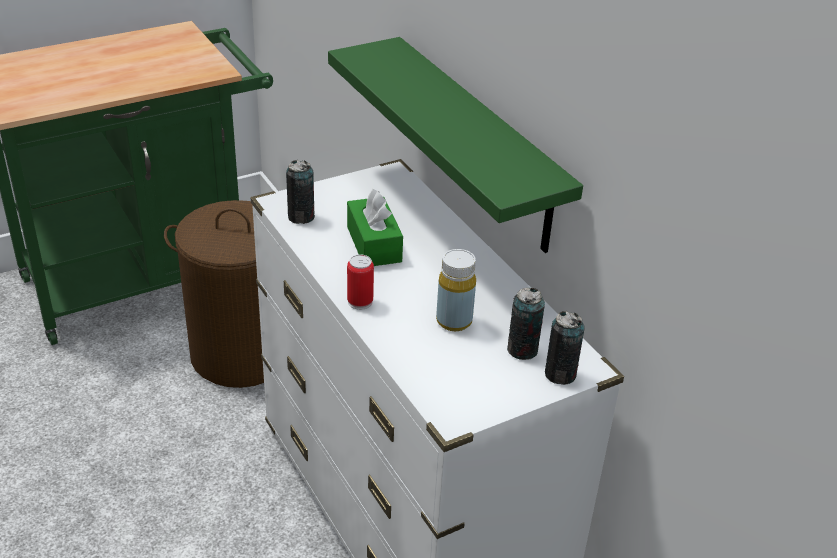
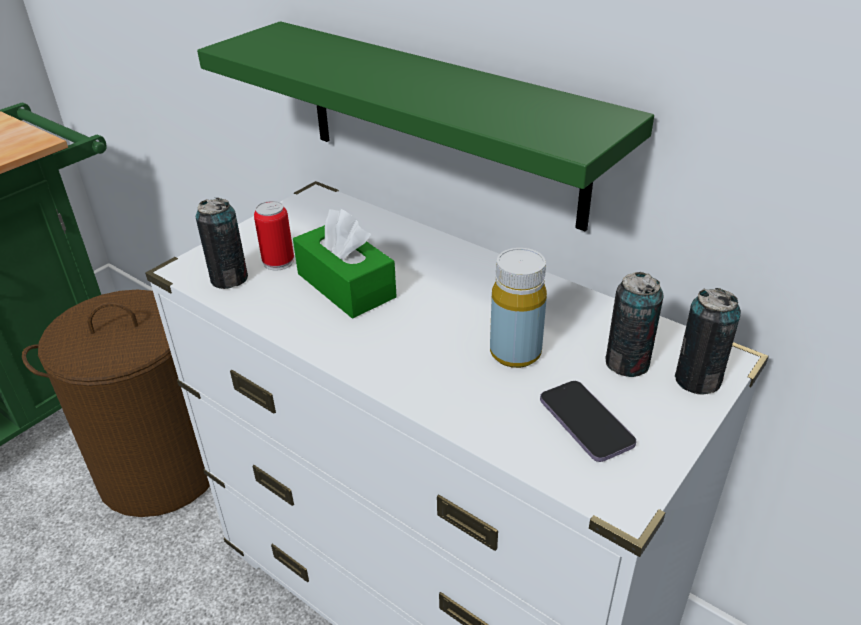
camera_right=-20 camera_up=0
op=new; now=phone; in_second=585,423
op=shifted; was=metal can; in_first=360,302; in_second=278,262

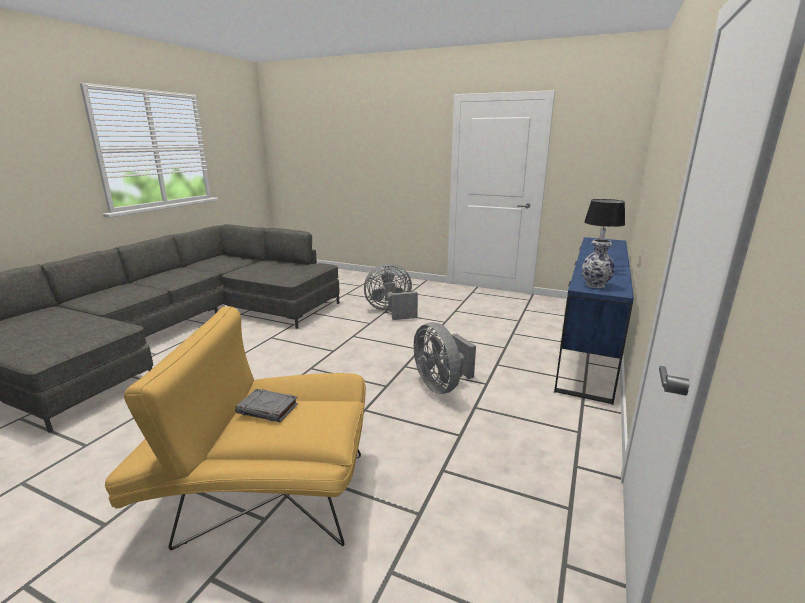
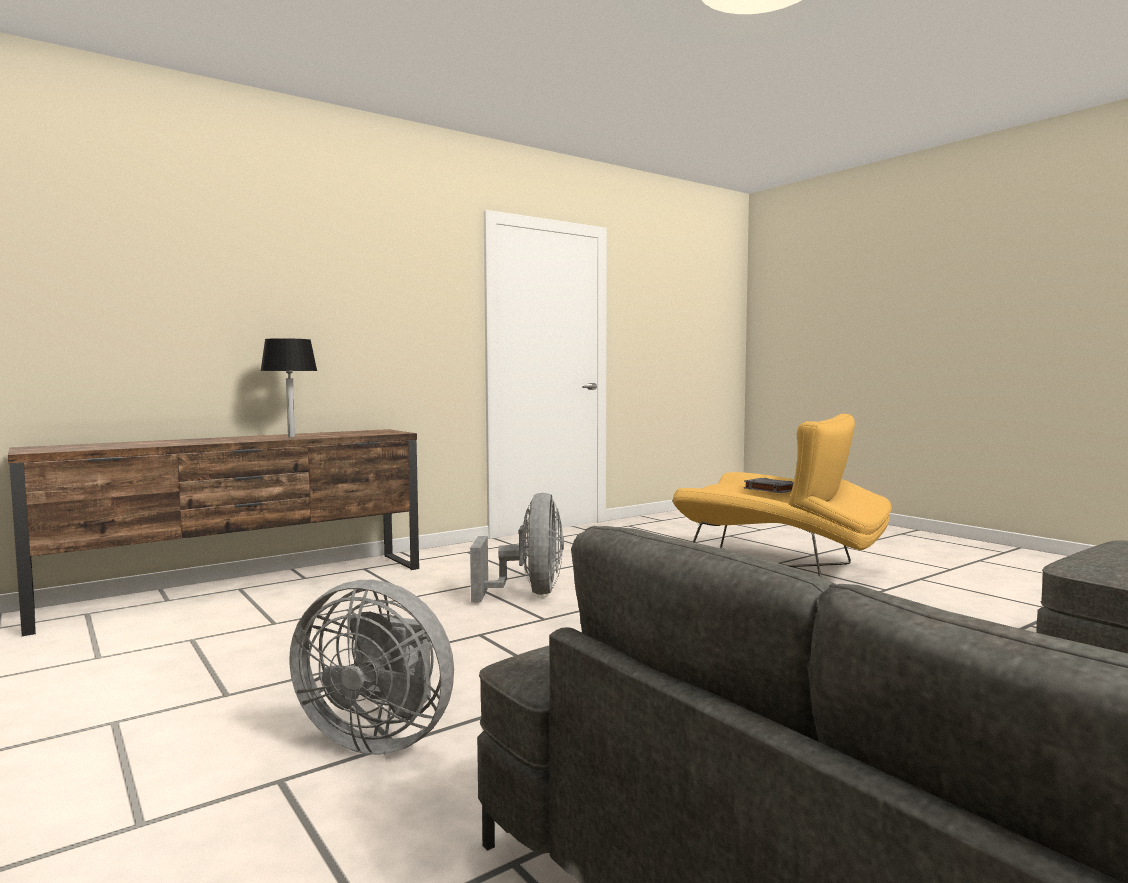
camera_right=-150 camera_up=-15
op=gone; was=decorative vase; in_first=595,285
op=repainted; was=blue-coloured media console; now=brownish media console; in_first=588,346; in_second=242,588

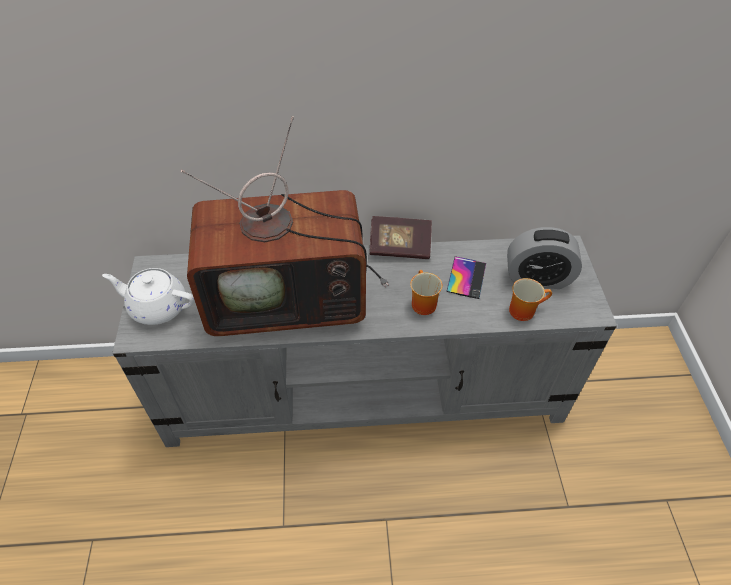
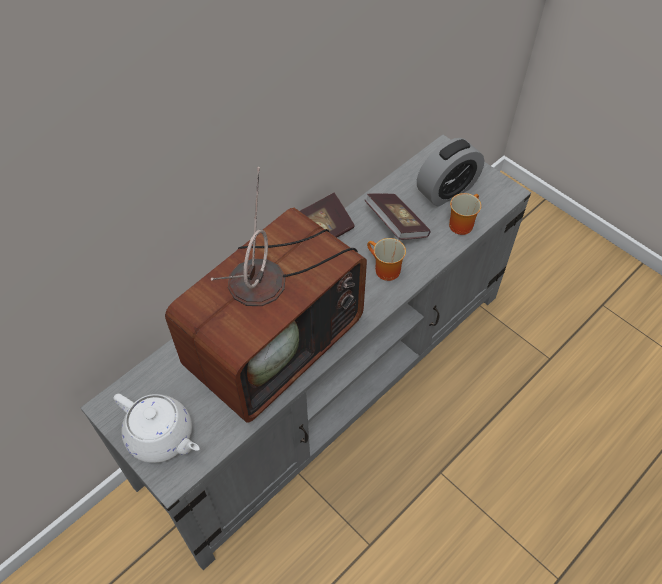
camera_right=-40 camera_up=5
op=swapped; was=phone; now=bound book; in_first=466,277; in_second=396,225
op=rotated; was=white tea pot; in_first=157,307; in_second=161,436; clockwise=-120

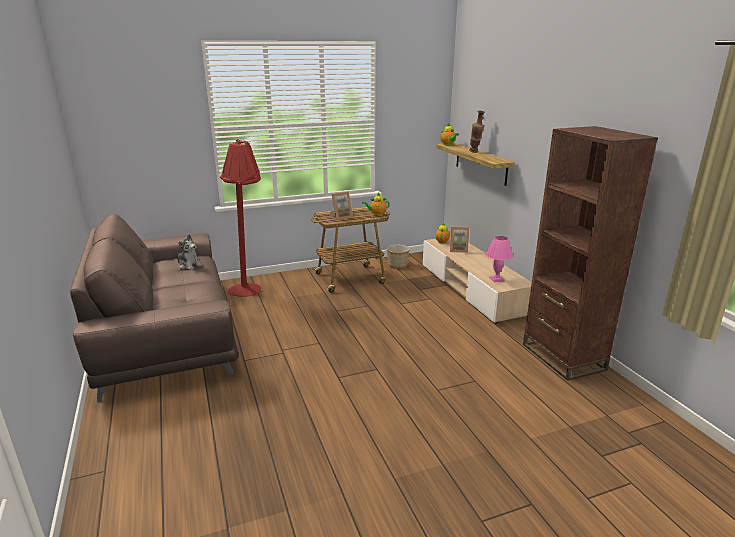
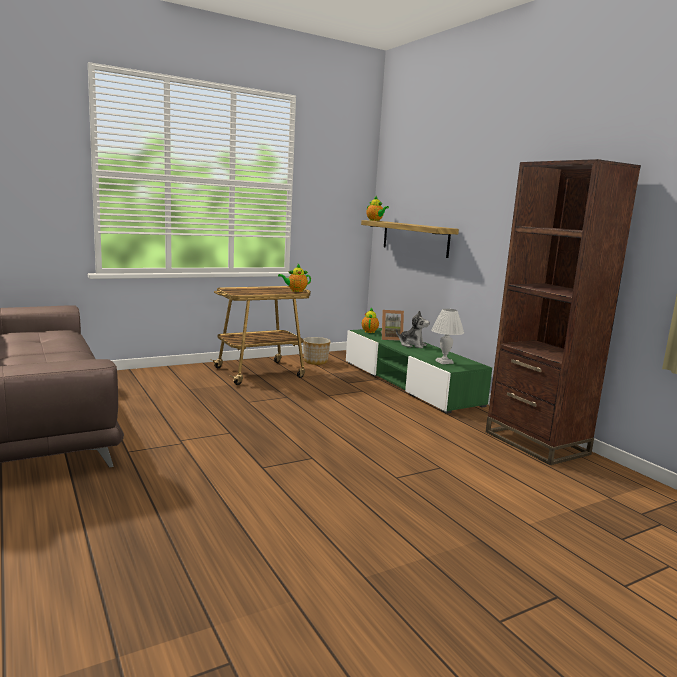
camera_right=-10 camera_up=-10
op=gone; was=red-coloured floor lamp; in_first=249,293
op=gone; was=picture frame; in_first=341,217
op=gone; was=decorative vase; in_first=475,152
op=shifted; was=cuddly toy; in_first=189,265; in_second=412,345
op=repainted; was=sand-coloured media console; now=green media console; in_first=472,288; in_second=409,382
op=repainted; was=pink tabletop lamp; now=white tabletop lamp; in_first=496,279; in_second=444,362

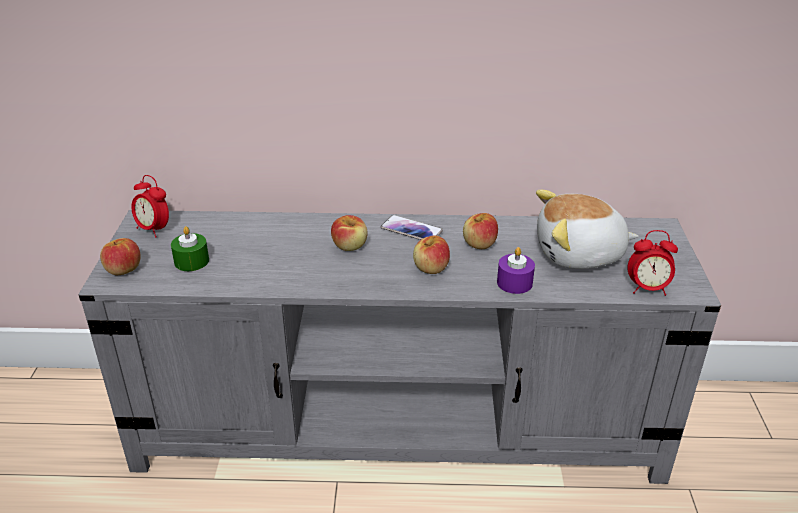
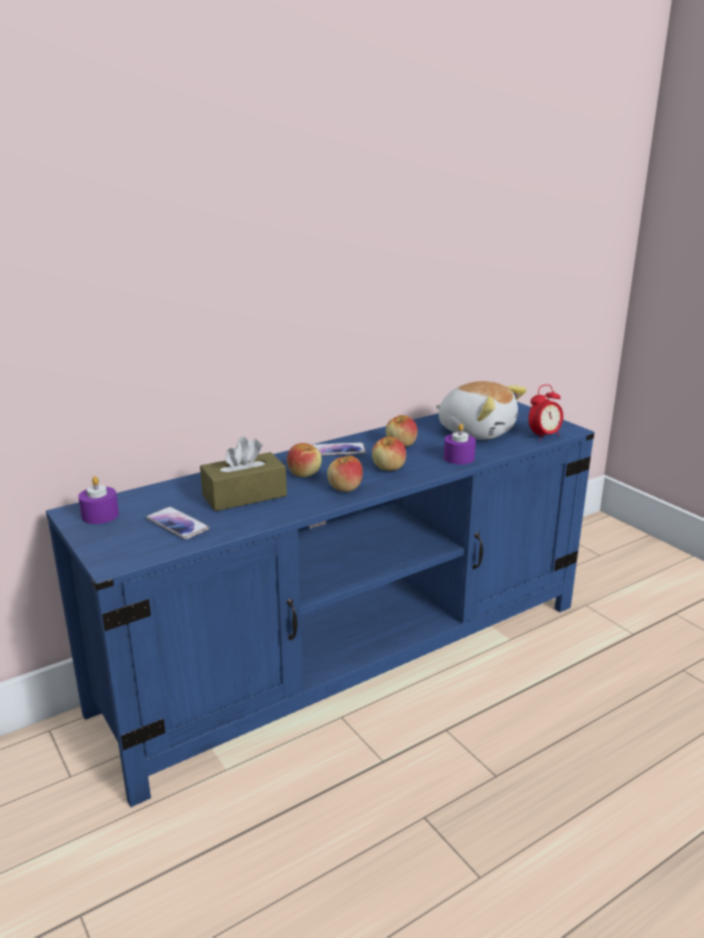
camera_right=-35 camera_up=-10
op=new; now=brownish box of tissues; in_second=244,495
op=shifted; was=whole apple; in_first=123,269; in_second=345,488
op=swapped; was=bedside clock; now=purplish wax light; in_first=154,229; in_second=100,515
op=swapped; was=green wax light; now=phone; in_first=191,261; in_second=177,524
op=repainted; was=greyish media console; now=blue-coloured media console; in_first=400,427; in_second=352,655
op=rotated; was=cuddly toy; in_first=579,254; in_second=476,431; clockwise=-105

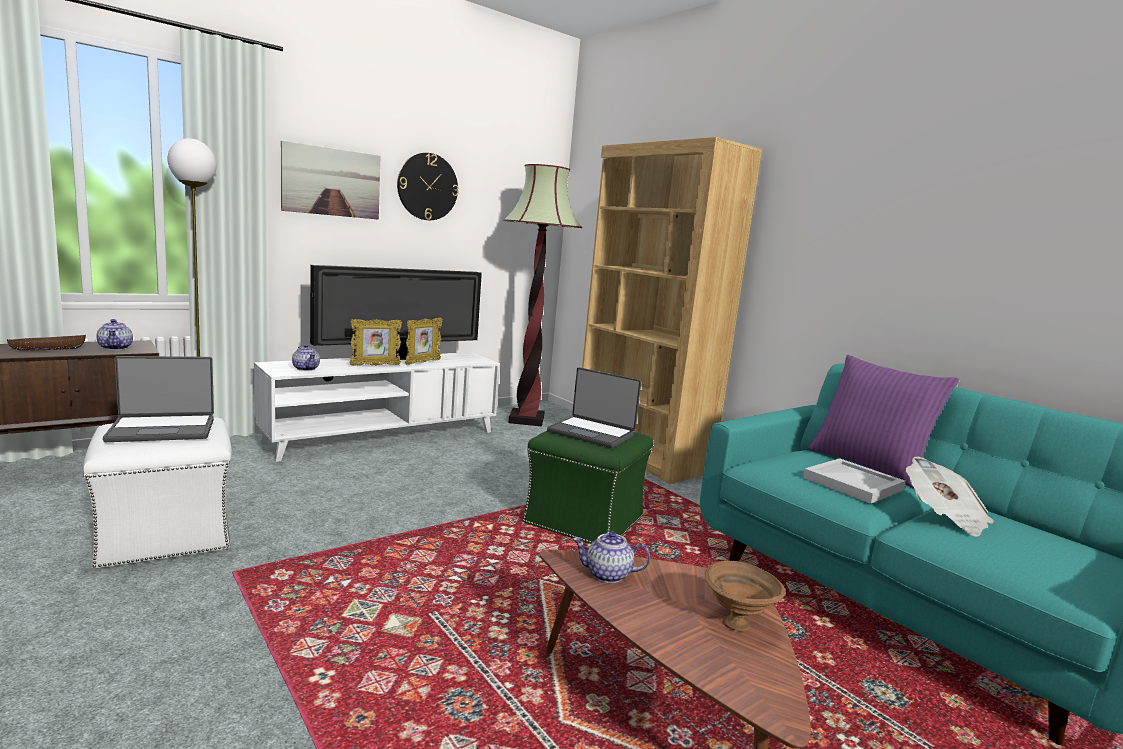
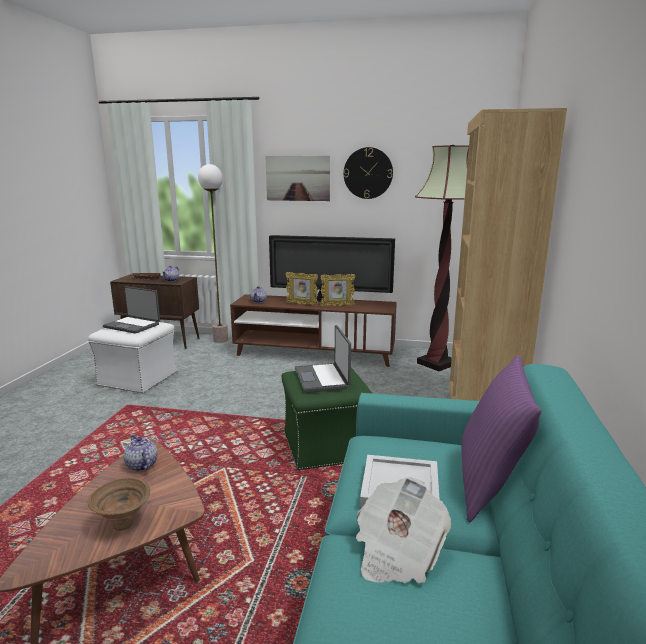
camera_right=50 camera_up=5
op=repainted; was=white media console; now=brownish media console; in_first=383,437; in_second=314,354

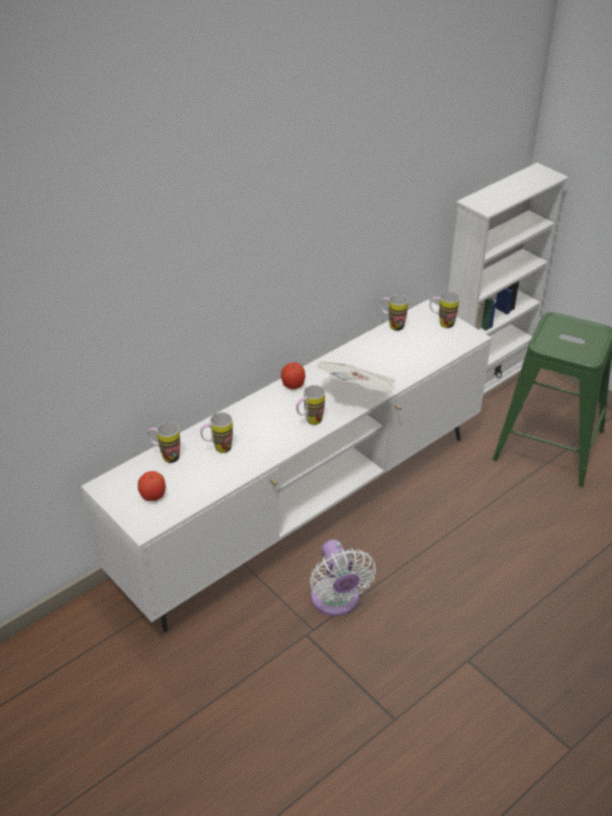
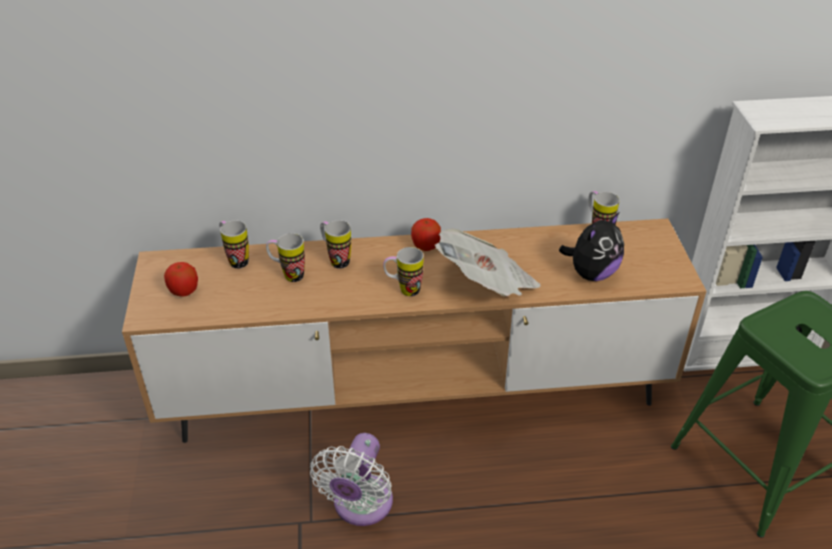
camera_right=35 camera_up=0
op=new; now=cuddly toy; in_second=591,273
op=shifted; was=tea mug; in_first=442,323; in_second=336,259
op=repainted; was=white media console; now=brownish media console; in_first=304,510; in_second=415,394

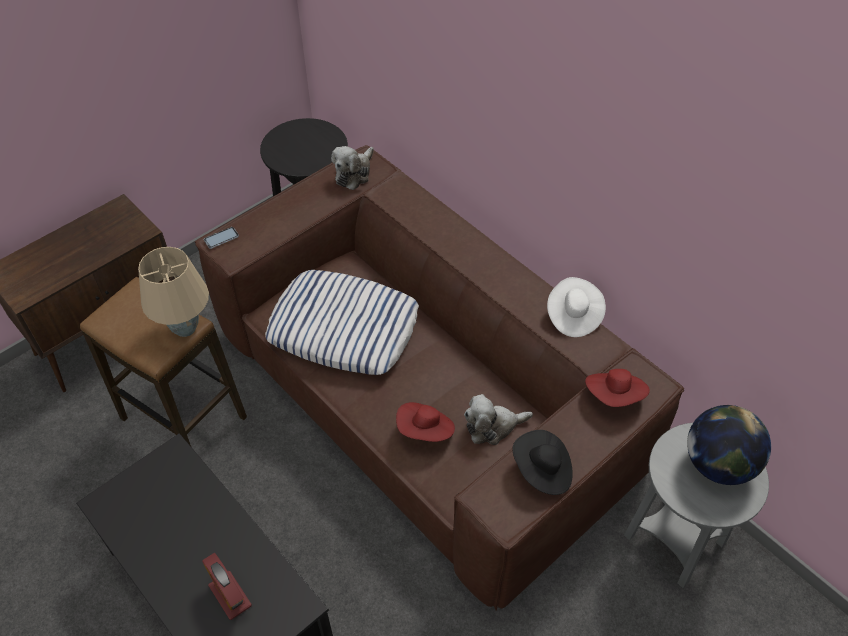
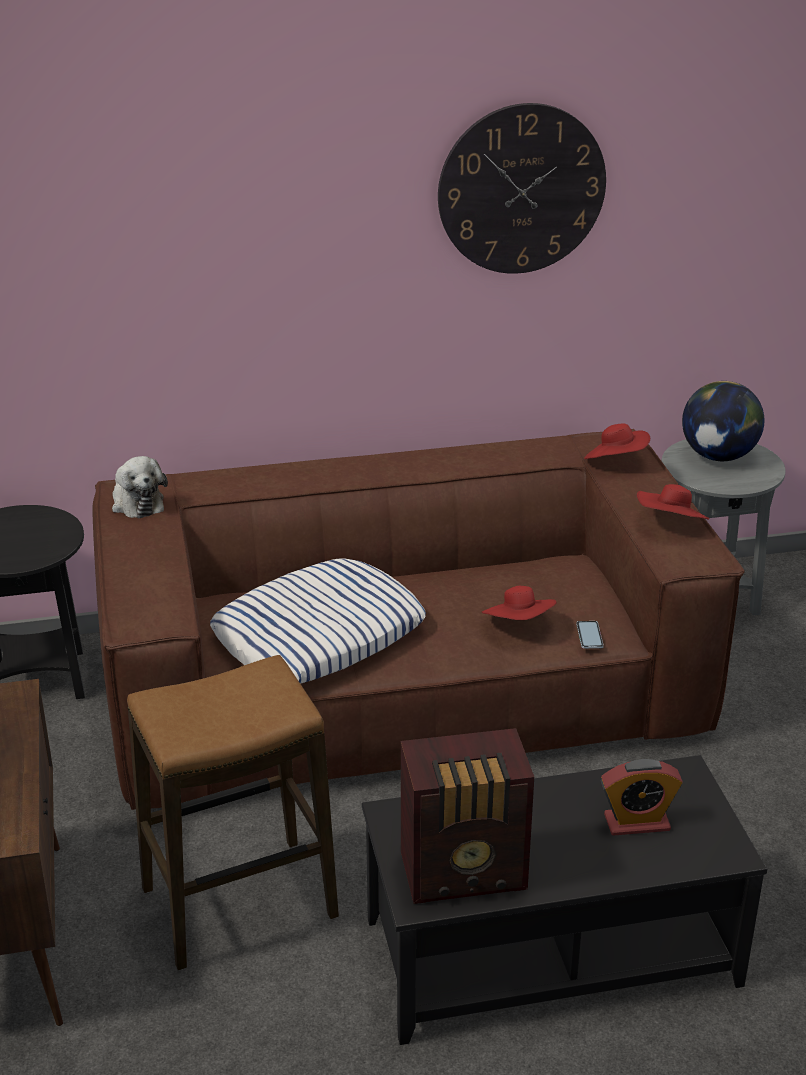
camera_right=-60 camera_up=-20
op=gone; was=sand-coloured tabletop lamp; in_first=185,329
op=gone; was=cuddly toy; in_first=493,426
op=gone; was=white wearable hat; in_first=573,316
op=new; now=radio; in_second=466,873
op=new; now=hanging clock; in_second=521,189
op=shifted; was=phone; in_first=221,238; in_second=589,635
op=repainted; was=black-coloured wearable hat; now=red-coloured wearable hat; in_first=542,471; in_second=671,524

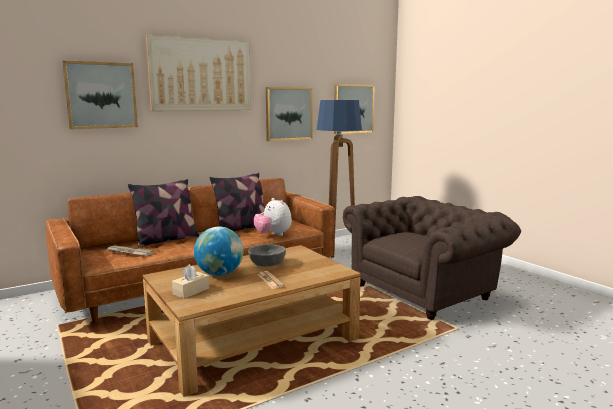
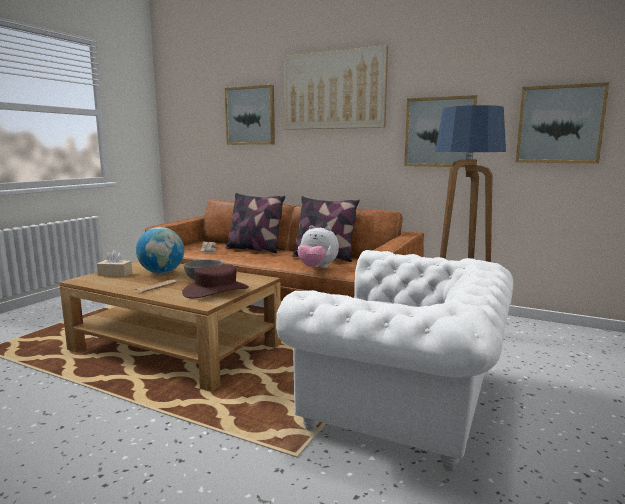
camera_right=60 camera_up=0
op=new; now=brownish wearable hat; in_second=216,290
op=repainted; was=brownish easy chair; now=white easy chair; in_first=425,291; in_second=406,407
op=rotated; was=cuddly toy; in_first=273,235; in_second=317,268; clockwise=-90

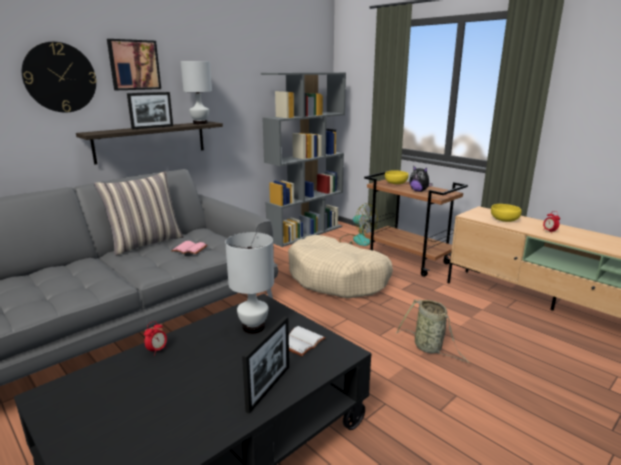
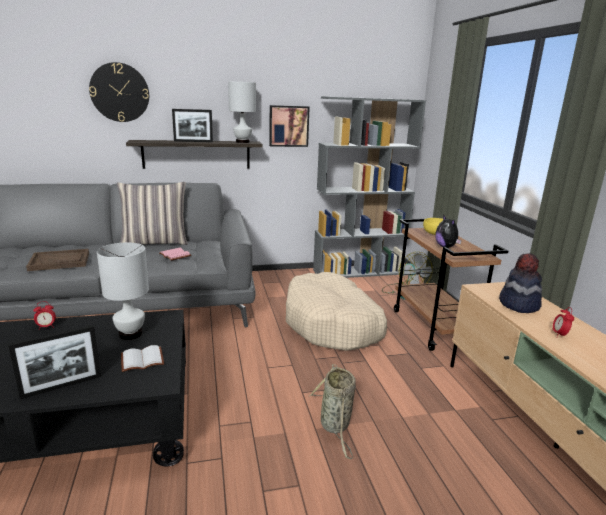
camera_right=30 camera_up=0
op=new; now=brownish carrying tray; in_second=60,261
op=shifted; was=wall art; in_first=134,65; in_second=288,126
op=swapped; was=yellowish serving bowl; now=wearable hat; in_first=504,220; in_second=518,304

